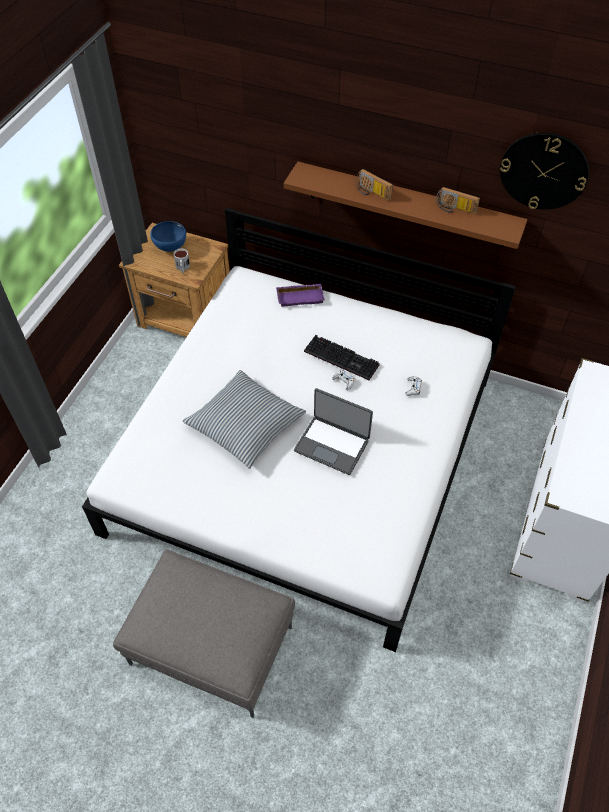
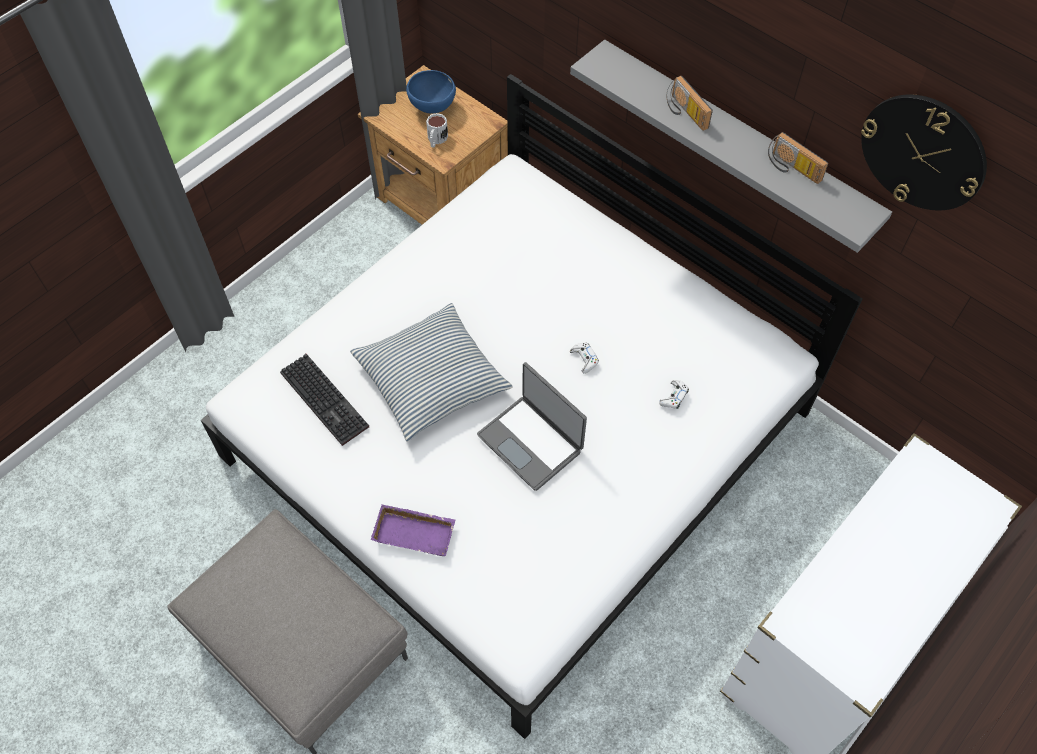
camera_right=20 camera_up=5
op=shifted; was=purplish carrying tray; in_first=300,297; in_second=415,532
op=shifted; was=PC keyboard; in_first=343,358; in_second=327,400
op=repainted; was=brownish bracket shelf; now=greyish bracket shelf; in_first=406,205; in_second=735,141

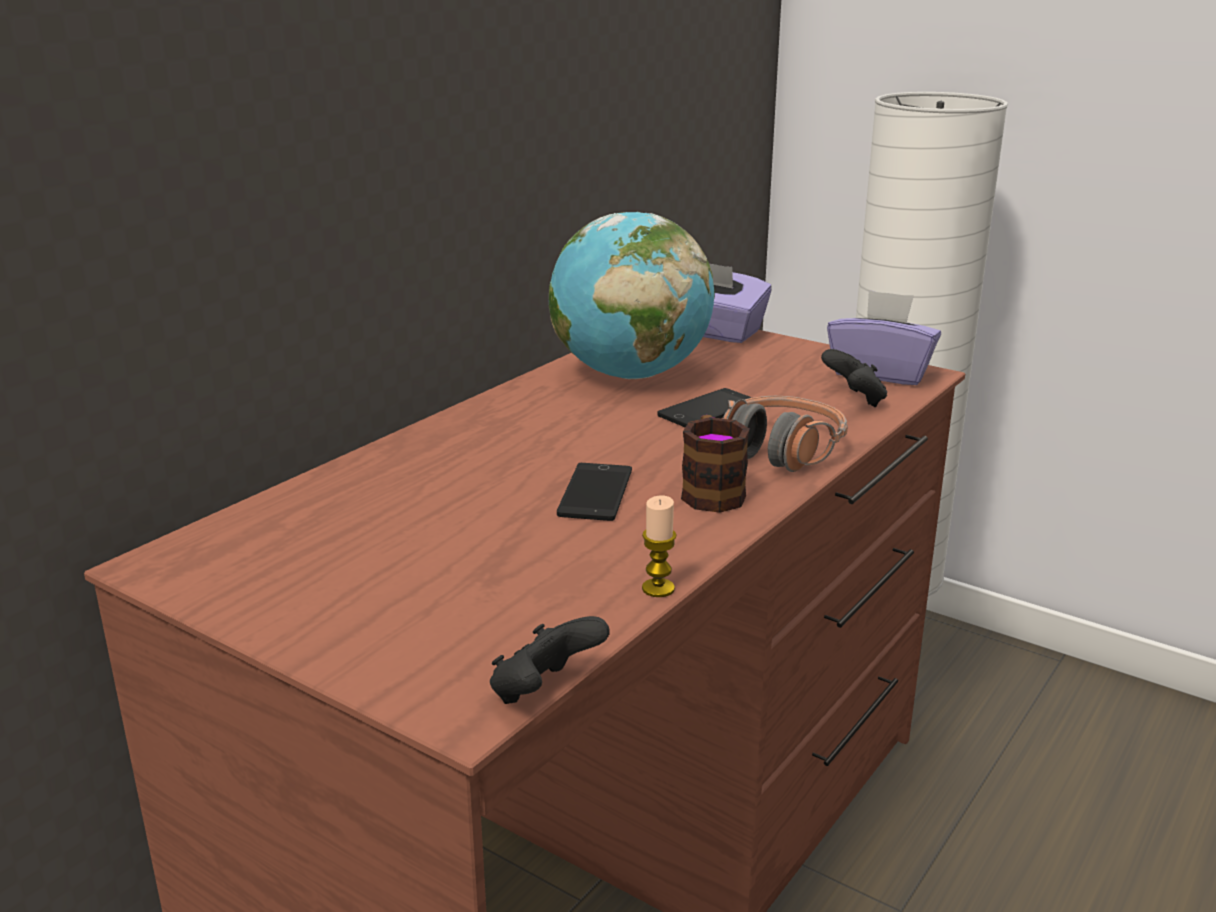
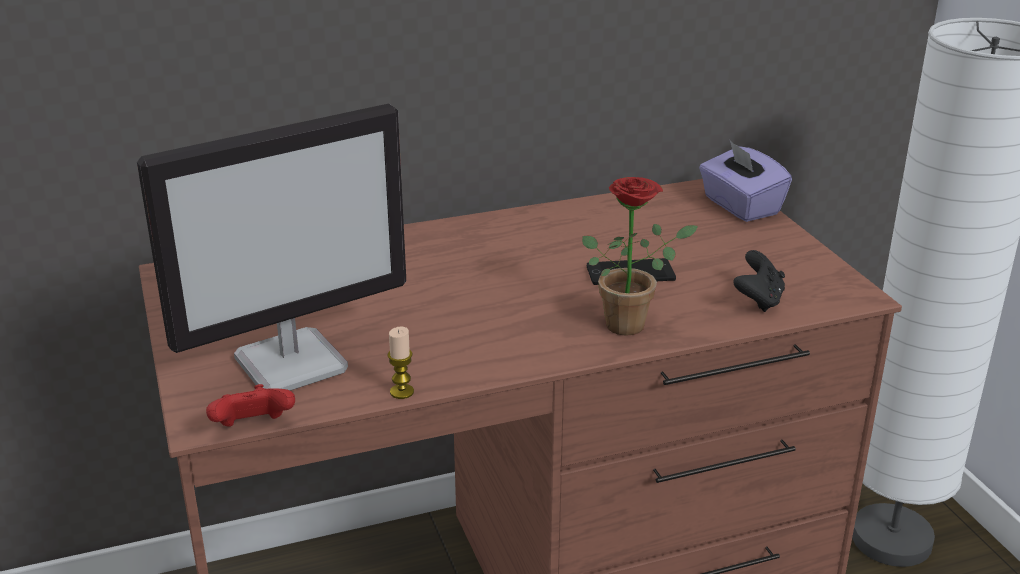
camera_right=35 camera_up=5
op=gone; was=globe; in_first=630,374
op=gone; was=phone; in_first=595,493
op=gone; was=tea mug; in_first=711,491
op=gone; was=purplish box of tissues; in_first=880,373
op=new; now=computer display; in_second=293,362
op=swapped; was=pair of headphones; now=potted plant; in_first=780,450; in_second=632,323
op=repainted; was=black-coloured joypad; now=red-coloured joypad; in_first=544,693; in_second=253,428

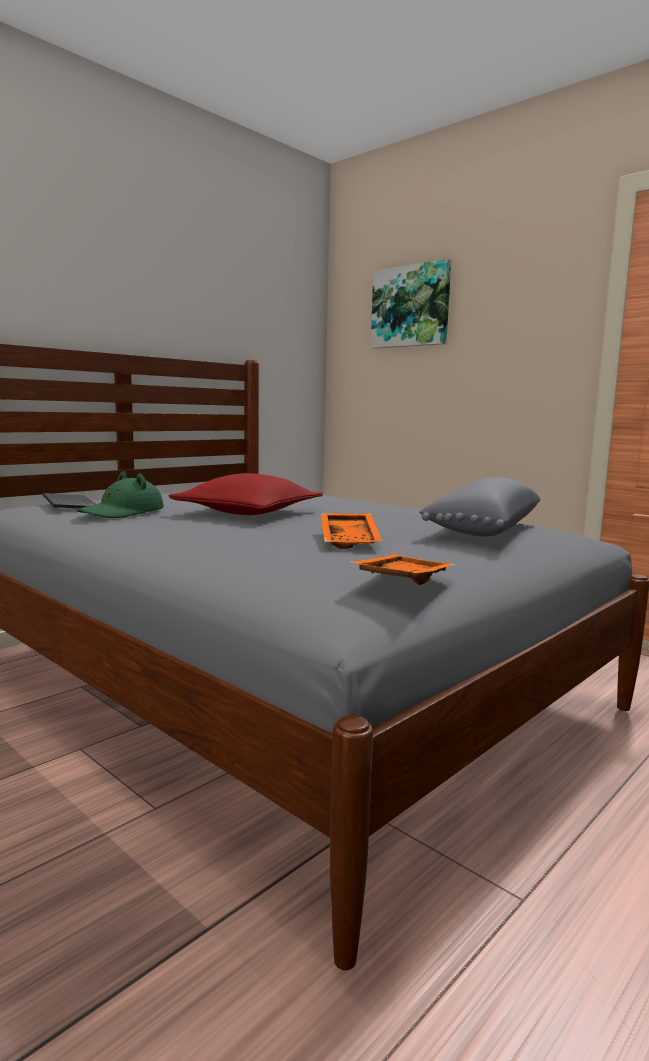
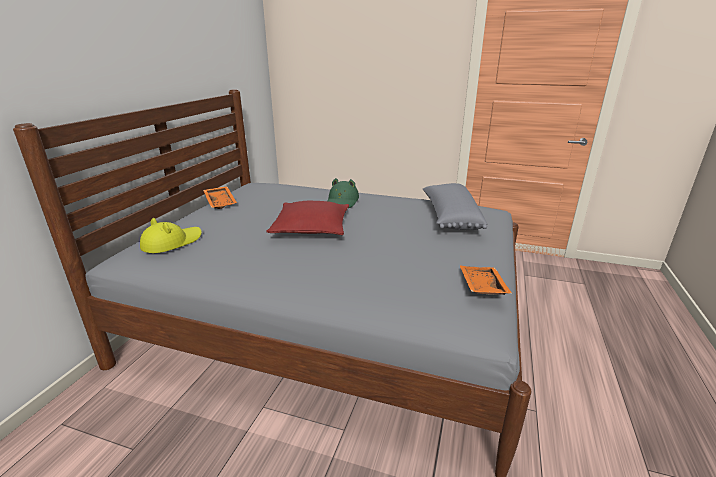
camera_right=-25 camera_up=15
op=gone; was=wall art; in_first=411,306
op=shifted; was=green wearable hat; in_first=122,513; in_second=342,201
op=shifted; was=orange carrying tray; in_first=351,540; in_second=221,202
op=swapped; was=PC keyboard; now=yellowish wearable hat; in_first=68,504; in_second=172,242

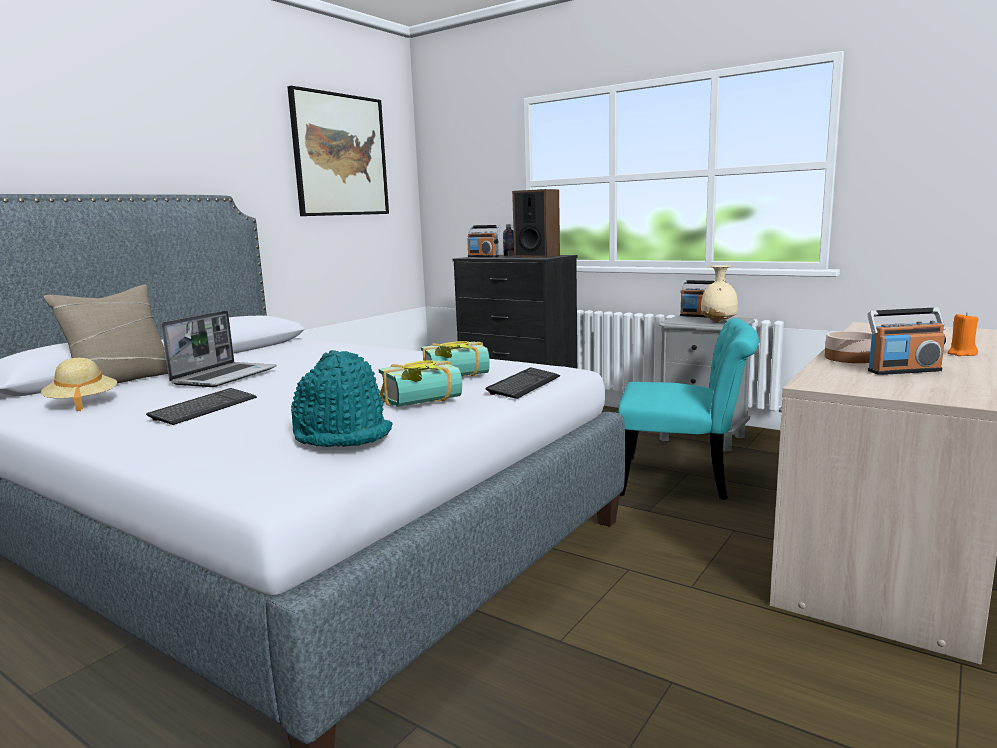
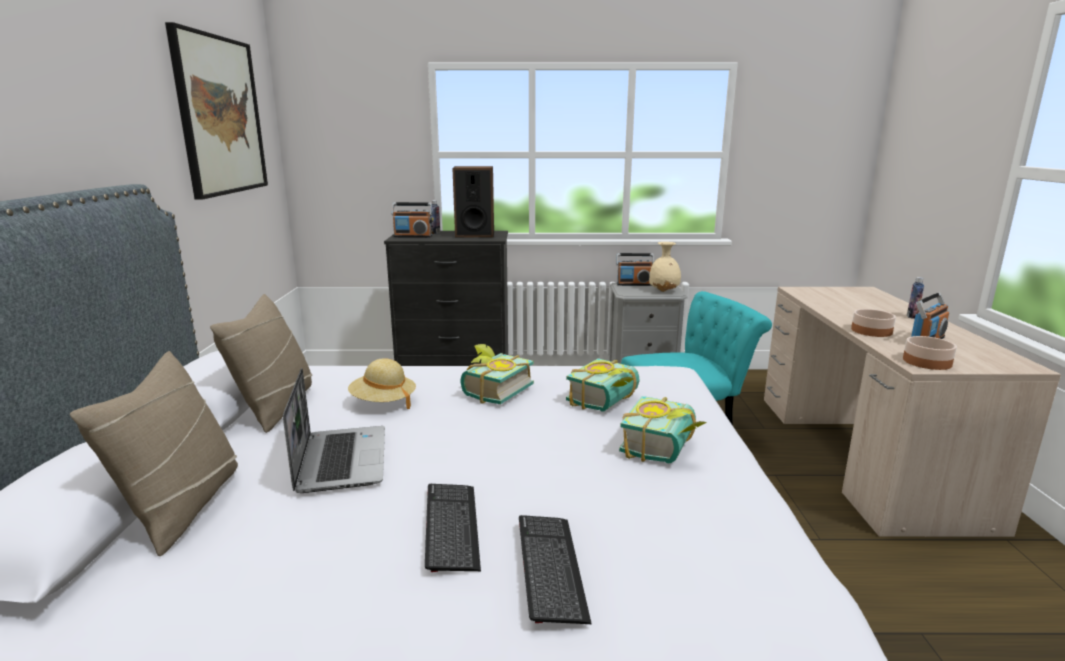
camera_right=-35 camera_up=5
op=gone; was=turquoise-coloured wearable hat; in_first=343,434
op=new; now=sand-coloured throw pillow; in_second=275,406
op=new; now=bound book; in_second=492,391
op=new; now=serving bowl; in_second=927,362
op=shifted; was=sand-coloured wearable hat; in_first=82,403; in_second=383,402
op=shifted; was=PC keyboard; in_first=524,385; in_second=550,568
op=swapped; was=orange wax light; now=beverage bottle; in_first=961,354; in_second=912,316

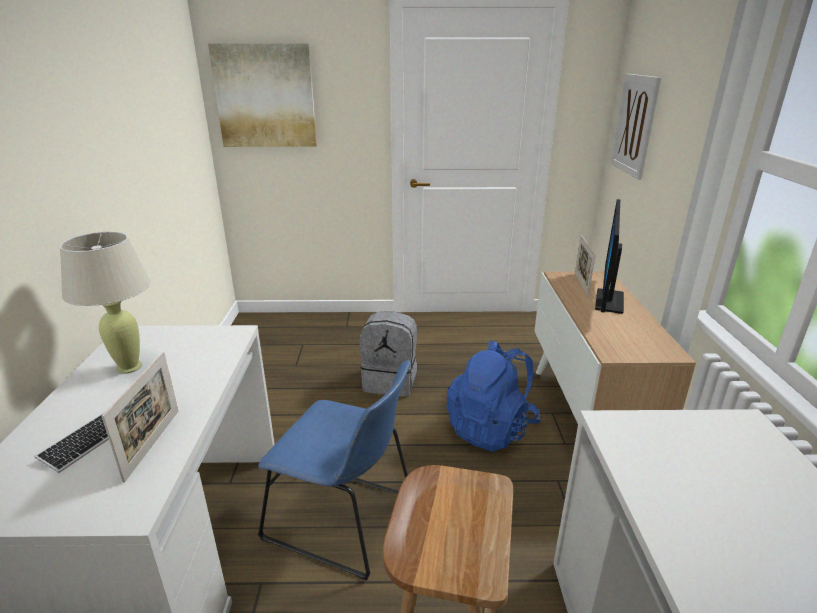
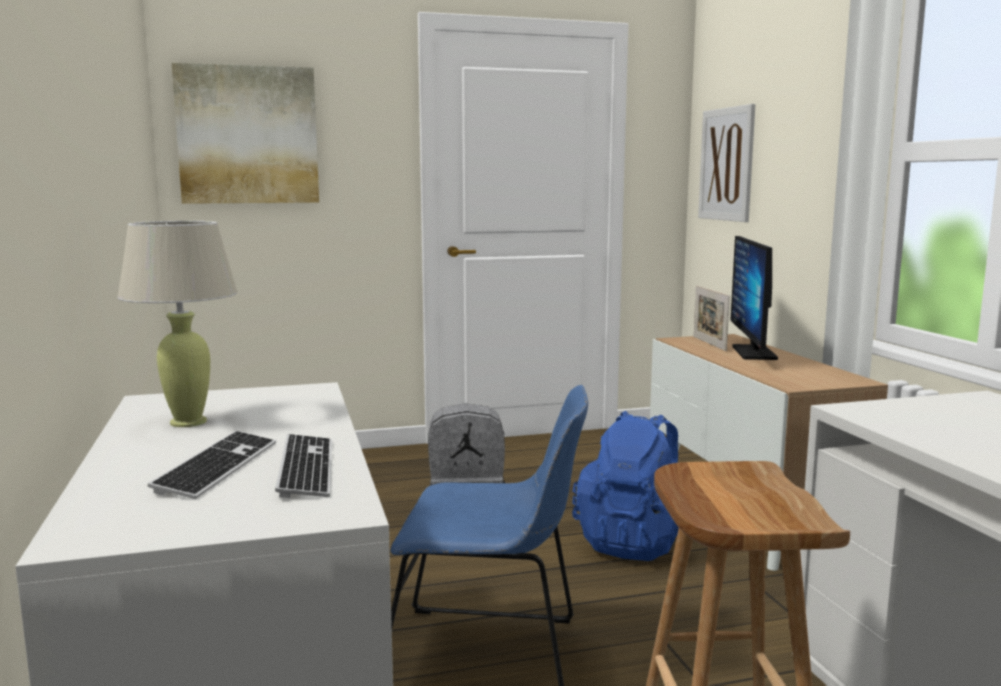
camera_right=-15 camera_up=-15
op=swapped; was=picture frame; now=PC keyboard; in_first=153,444; in_second=306,468

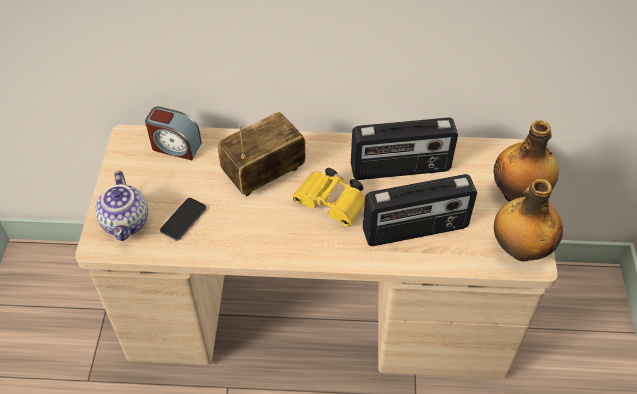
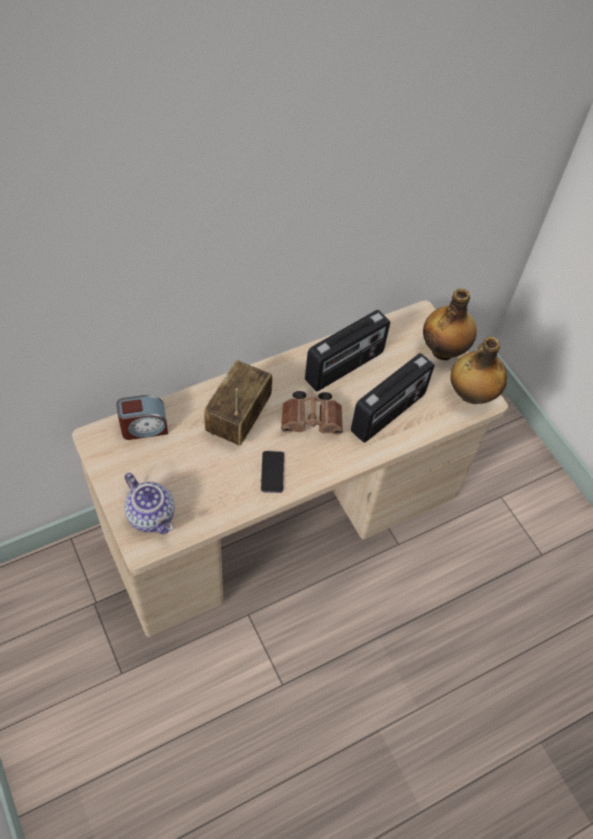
camera_right=-35 camera_up=5
op=shifted; was=phone; in_first=183,220; in_second=272,472
op=repainted; was=yellowish binoculars; now=brownish binoculars; in_first=333,205; in_second=313,421

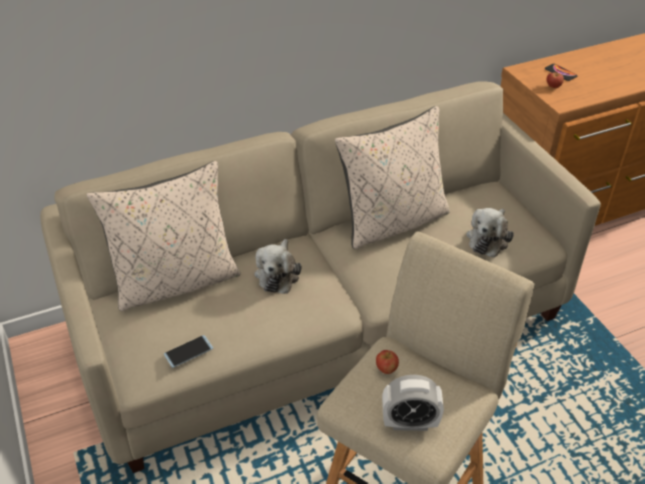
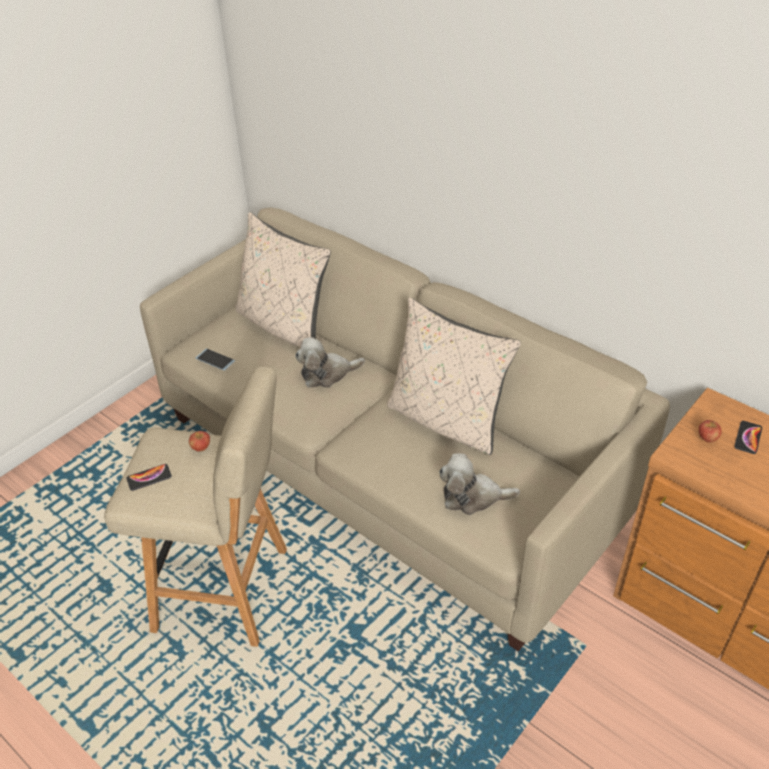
camera_right=65 camera_up=0
op=swapped; was=bedside clock; now=phone; in_first=409,423; in_second=149,478

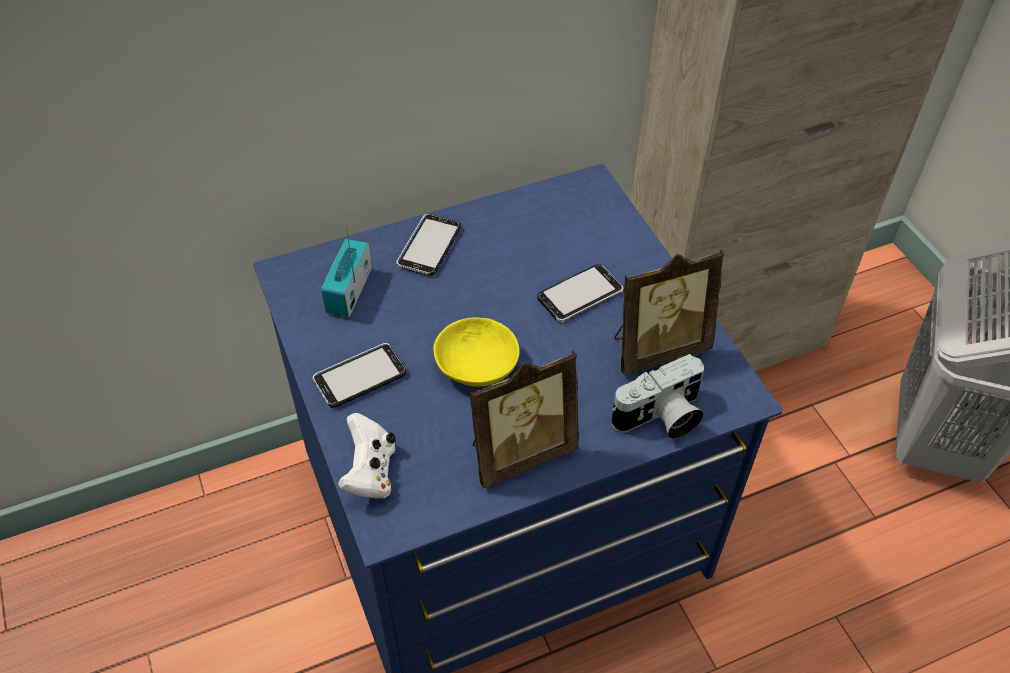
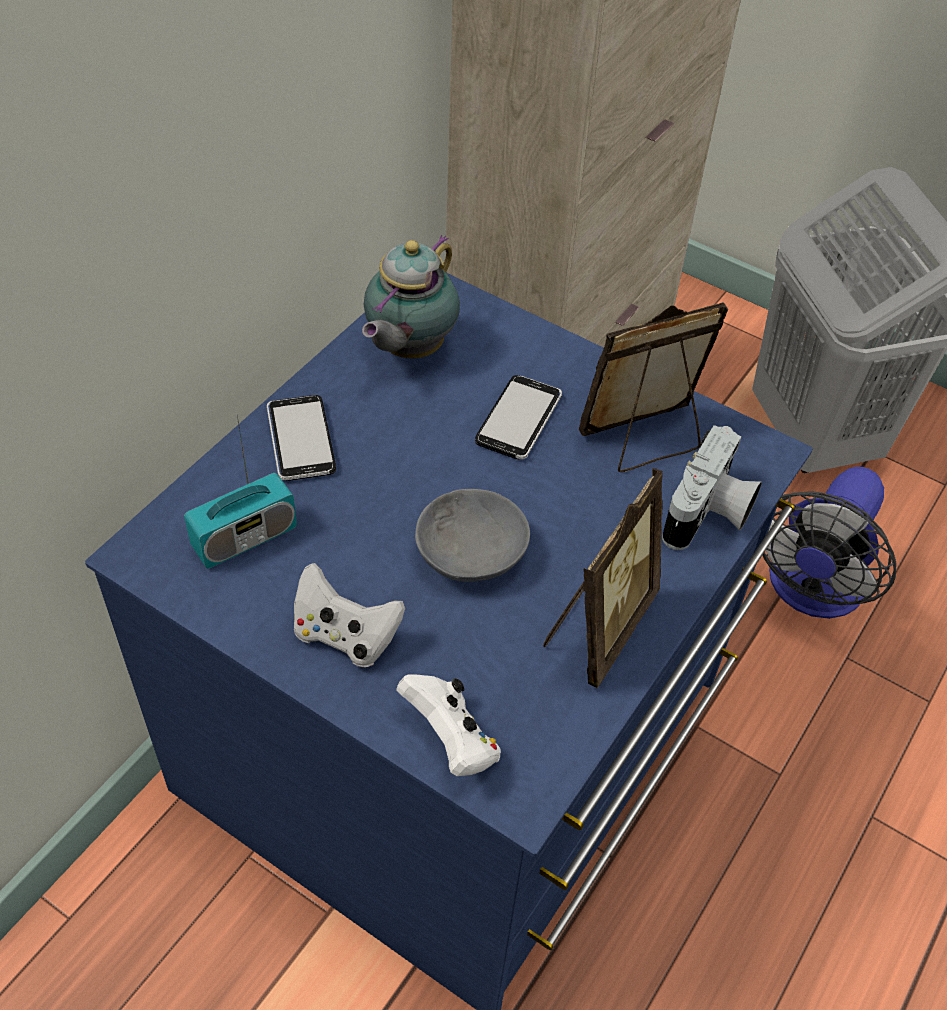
camera_right=-35 camera_up=0
op=new; now=tea pot; in_second=408,350
op=new; now=fan; in_second=810,591
op=swapped; was=phone; now=white joypad; in_first=360,377; in_second=345,635
op=repainted; was=yellowish serving bowl; now=greyish serving bowl; in_first=475,367; in_second=471,556
op=rotated; was=radio; in_first=349,291; in_second=245,538; clockwise=-105
op=rotated; was=picture frame; in_first=657,348; in_second=644,440; clockwise=-150

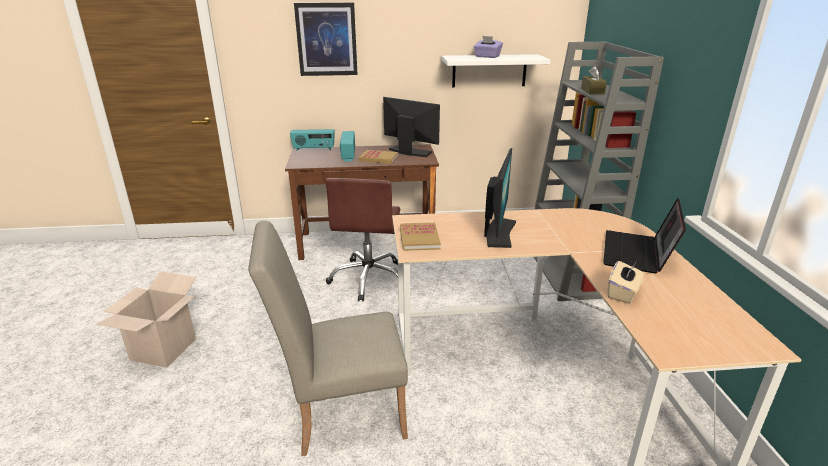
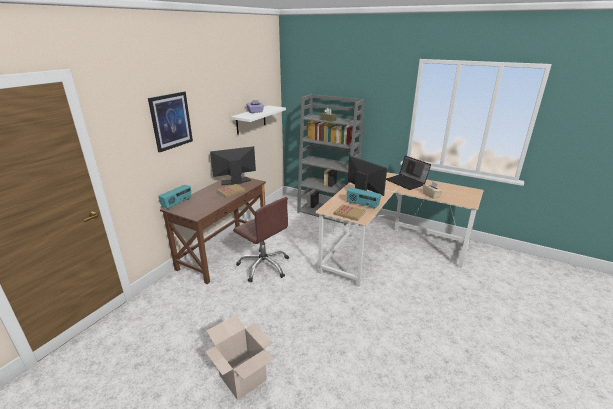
camera_right=-55 camera_up=0
op=gone; was=sand-coloured upright chair; in_first=340,415
op=shifted; was=radio; in_first=348,155; in_second=362,205

